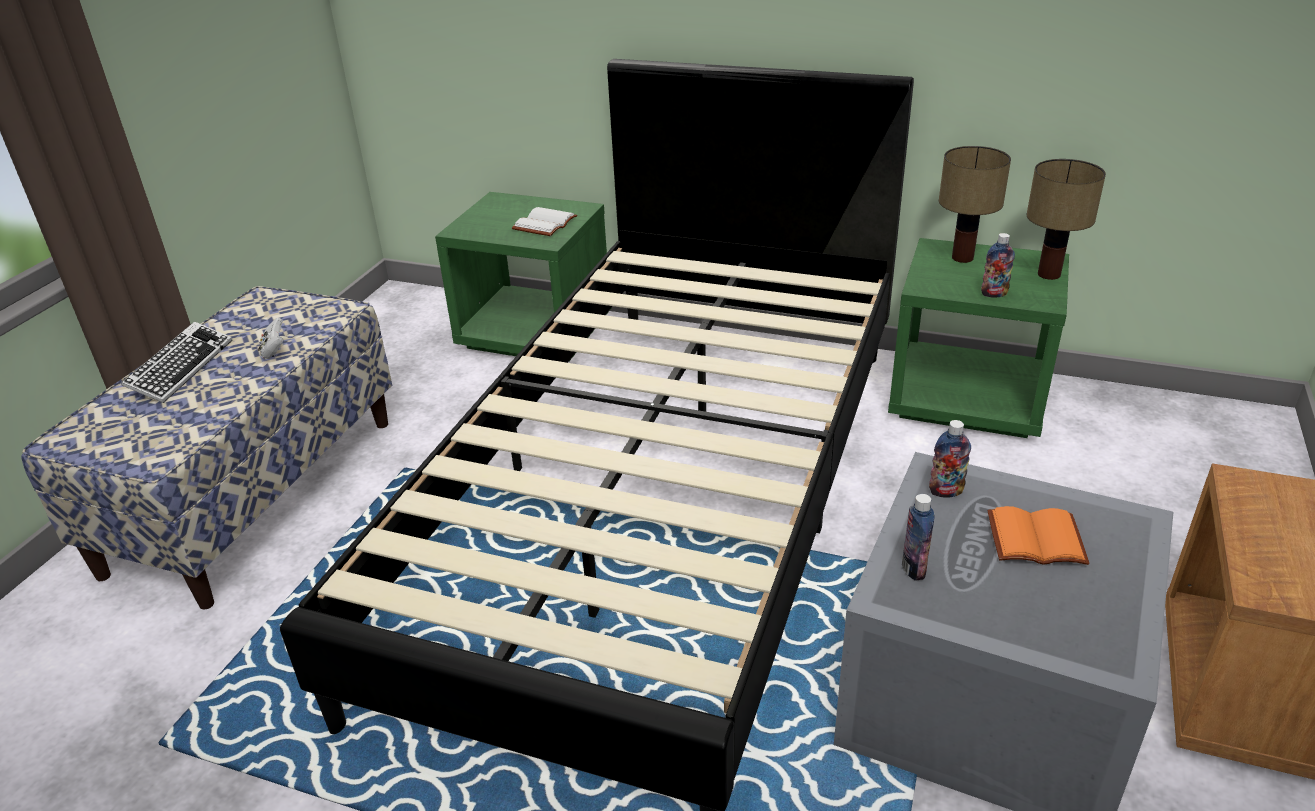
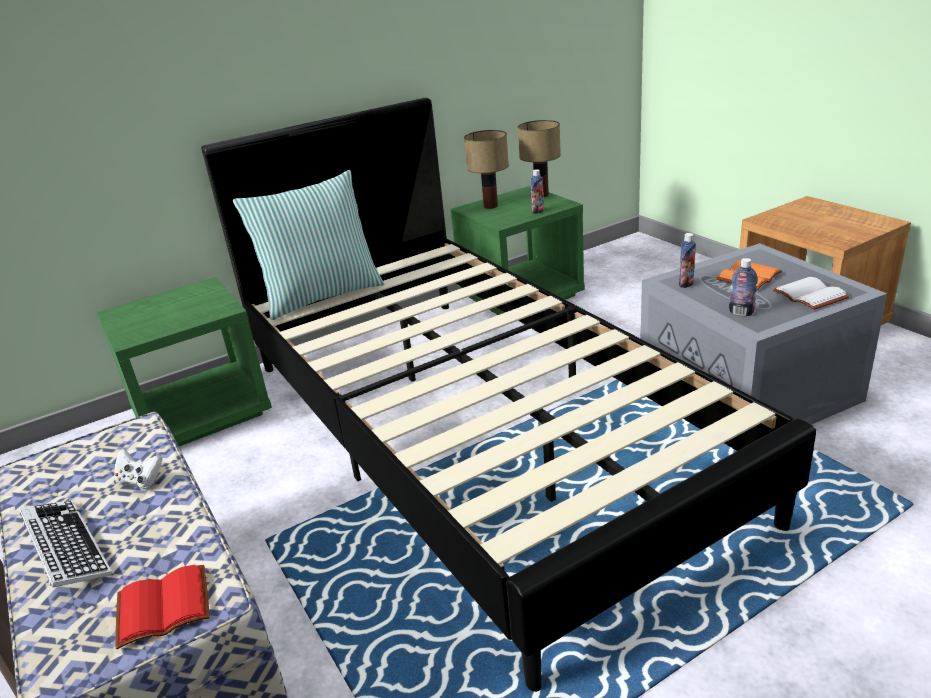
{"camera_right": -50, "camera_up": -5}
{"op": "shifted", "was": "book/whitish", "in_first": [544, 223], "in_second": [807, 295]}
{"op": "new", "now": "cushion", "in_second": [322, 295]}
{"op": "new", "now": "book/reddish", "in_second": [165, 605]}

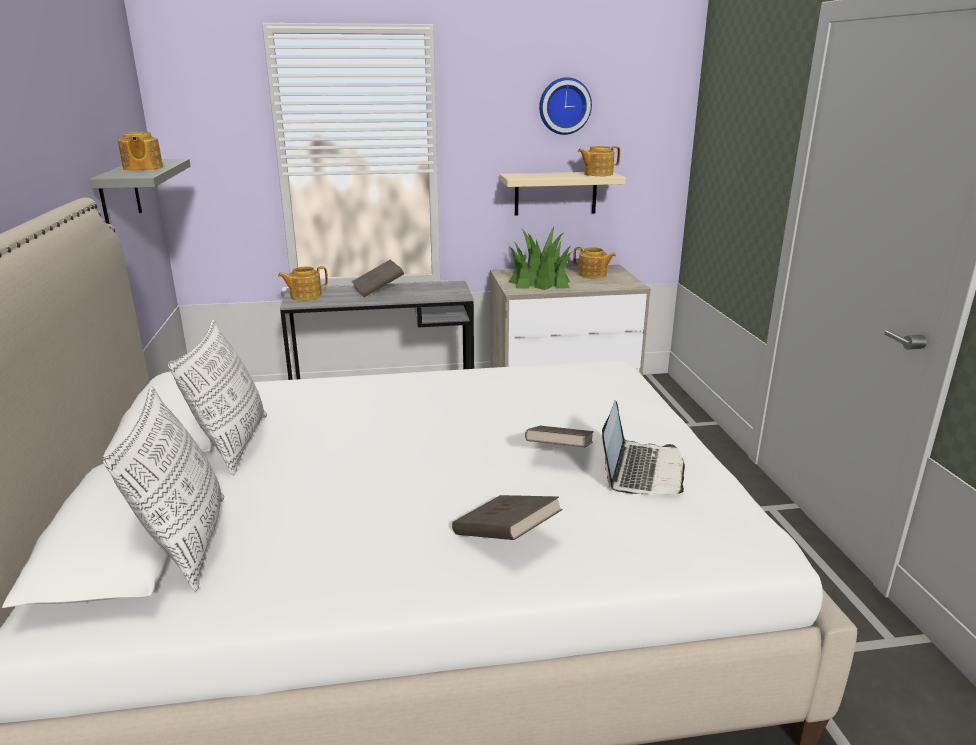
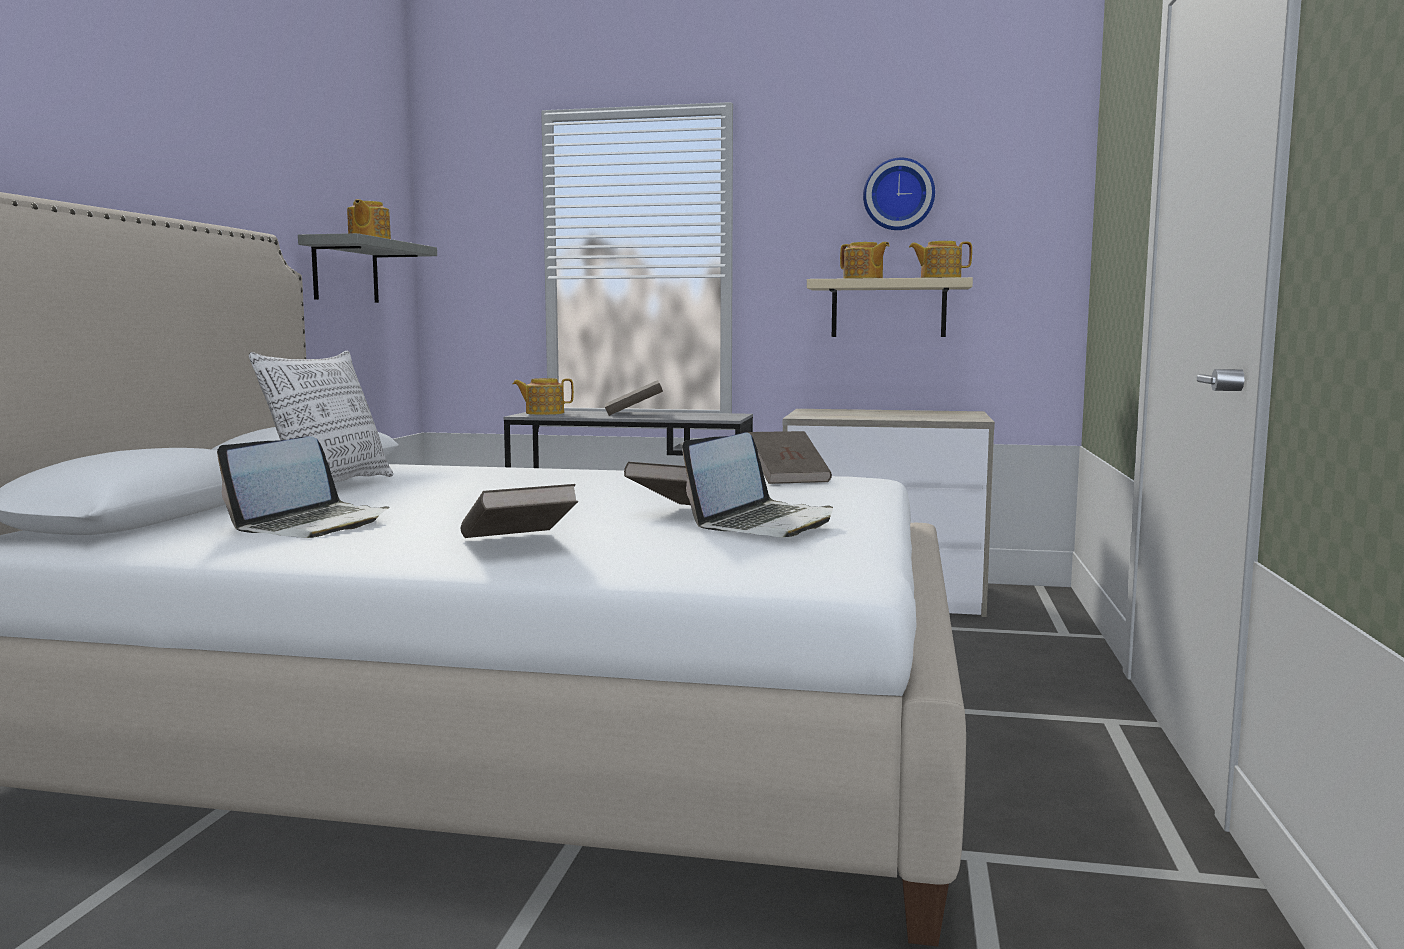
{"camera_right": 20, "camera_up": -15}
{"op": "gone", "was": "houseplant", "in_first": [540, 281]}
{"op": "shifted", "was": "pot for tea", "in_first": [592, 275], "in_second": [863, 279]}
{"op": "gone", "was": "cushion", "in_first": [187, 544]}
{"op": "new", "now": "book/brownish", "in_second": [788, 478]}
{"op": "new", "now": "notebook computer", "in_second": [313, 524]}

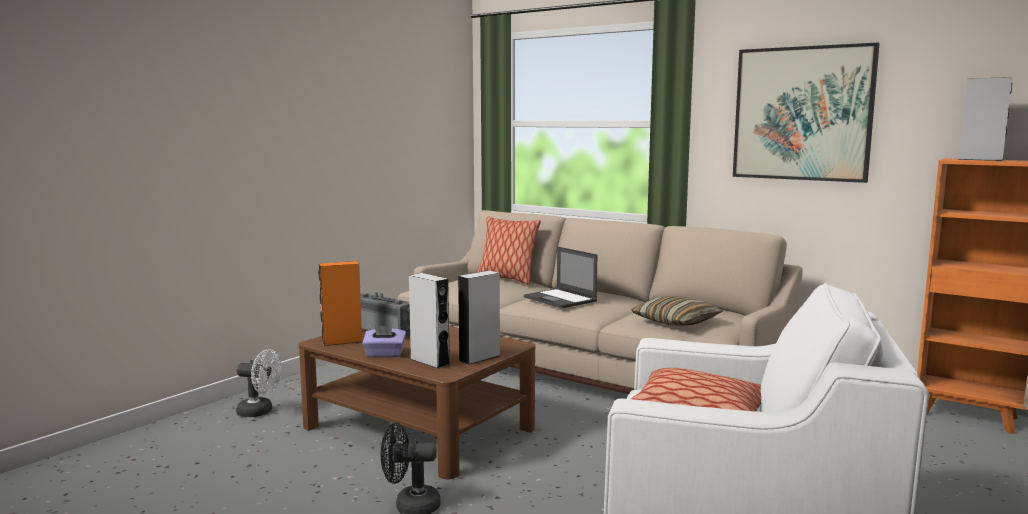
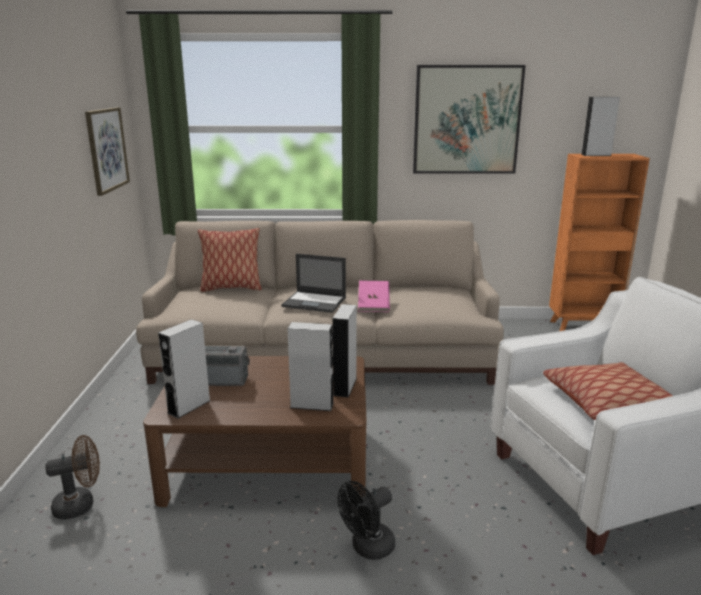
{"camera_right": -35, "camera_up": 10}
{"op": "repainted", "was": "loudspeaker/orangey", "now": "loudspeaker/greyish", "in_first": [342, 342], "in_second": [189, 406]}
{"op": "gone", "was": "cushion", "in_first": [676, 322]}
{"op": "gone", "was": "tissue box/purple", "in_first": [384, 355]}
{"op": "repainted", "was": "fan/whitish", "now": "fan/brownish", "in_first": [260, 412], "in_second": [81, 505]}
{"op": "new", "now": "wall picture", "in_second": [107, 149]}
{"op": "new", "now": "book/pink", "in_second": [373, 306]}

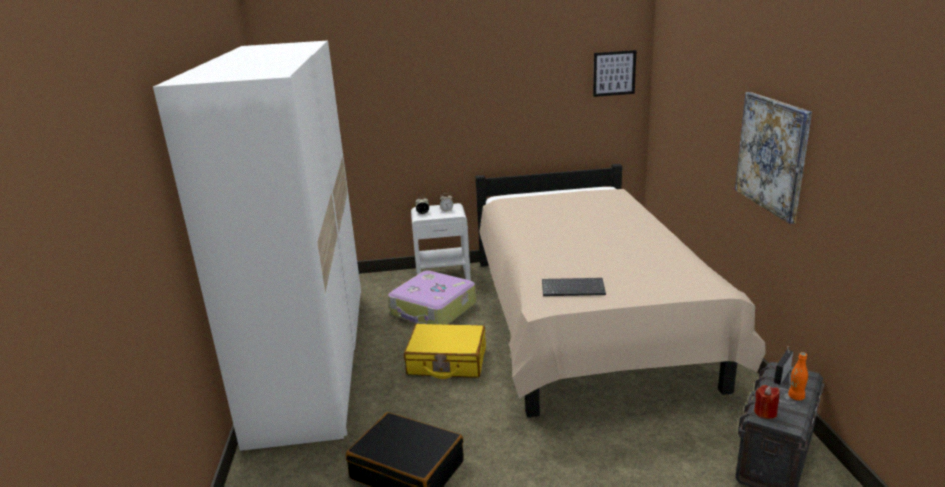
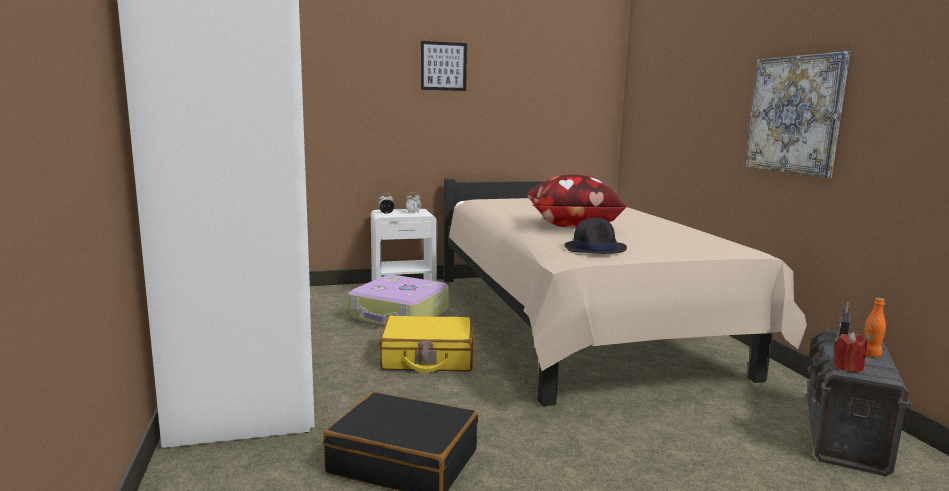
{"camera_right": -10, "camera_up": -10}
{"op": "shifted", "was": "wall picture", "in_first": [614, 73], "in_second": [443, 66]}
{"op": "swapped", "was": "computer keyboard", "now": "clothing hat/blackish", "in_first": [573, 288], "in_second": [595, 248]}
{"op": "new", "now": "cushion", "in_second": [571, 225]}

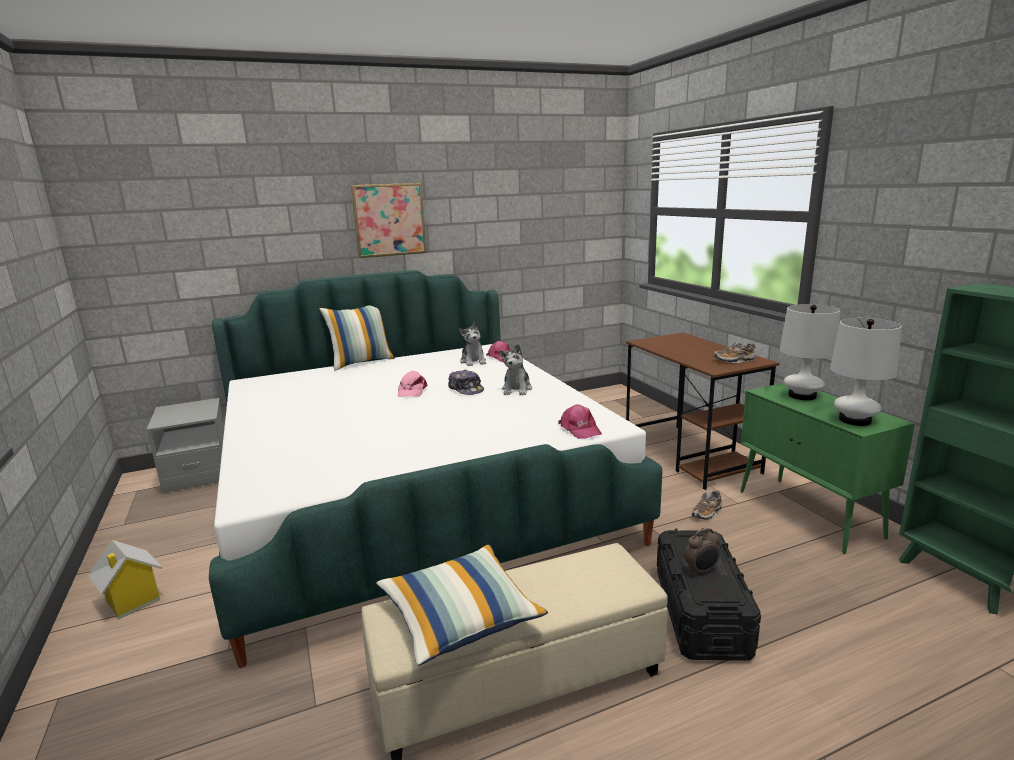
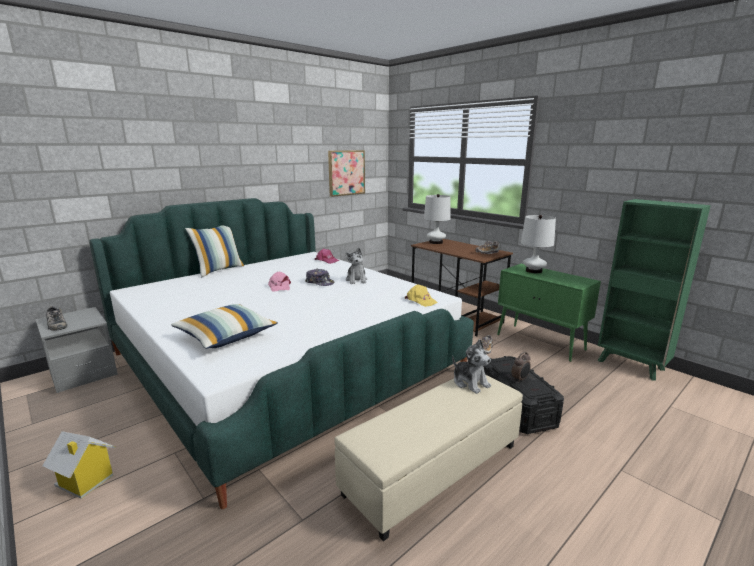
{"camera_right": -20, "camera_up": 0}
{"op": "shifted", "was": "wall picture", "in_first": [389, 220], "in_second": [346, 173]}
{"op": "shifted", "was": "tabletop lamp/whitish", "in_first": [854, 420], "in_second": [436, 242]}
{"op": "shifted", "was": "plush toy", "in_first": [473, 361], "in_second": [470, 383]}
{"op": "repainted", "was": "peaked cap/pink", "now": "peaked cap/yellow-coloured", "in_first": [579, 429], "in_second": [421, 301]}
{"op": "shifted", "was": "cushion", "in_first": [460, 617], "in_second": [226, 336]}
{"op": "new", "now": "shoe", "in_second": [56, 324]}

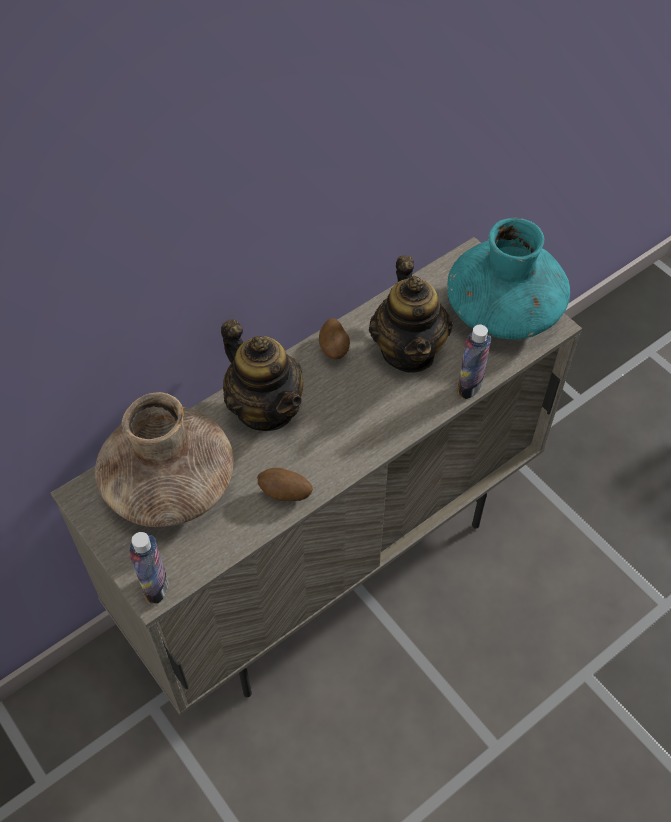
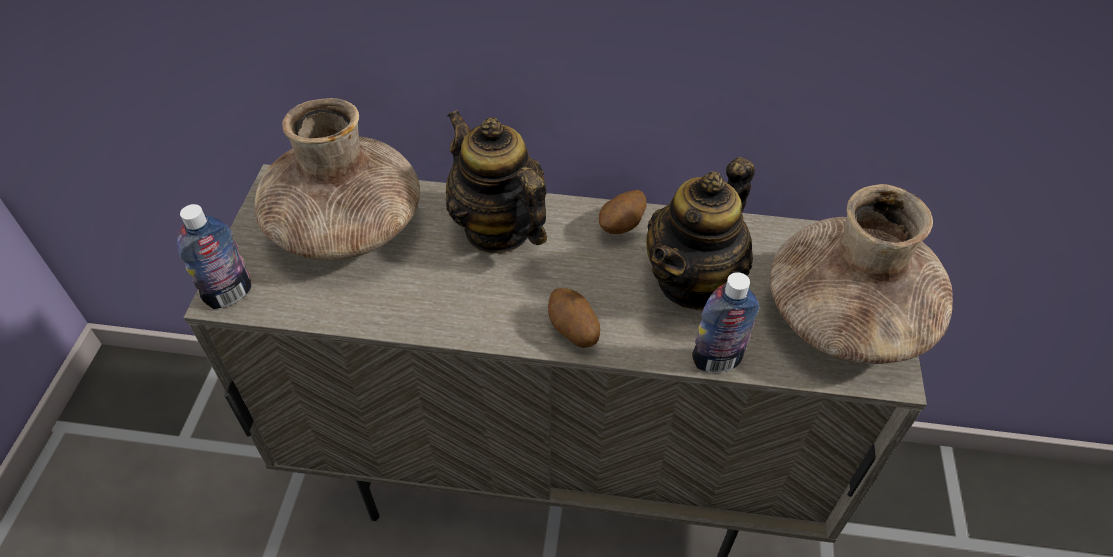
{"camera_right": 45, "camera_up": -5}
{"op": "repainted", "was": "flower vase/blue-green", "now": "flower vase/brownish", "in_first": [503, 311], "in_second": [846, 318]}
{"op": "rotated", "was": "pot for tea", "in_first": [266, 408], "in_second": [498, 229], "clockwise": 135}
{"op": "shifted", "was": "spud", "in_first": [285, 494], "in_second": [573, 331]}

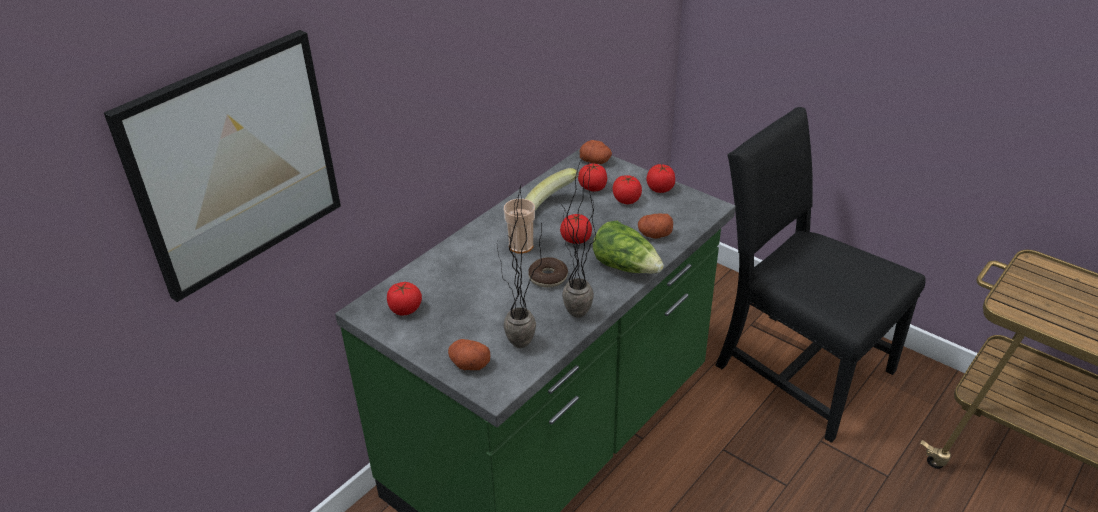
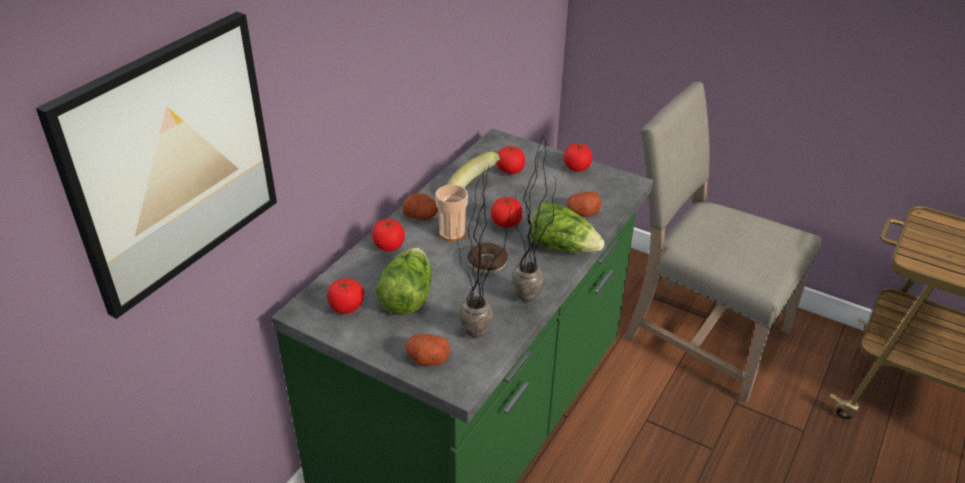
{"camera_right": -10, "camera_up": 0}
{"op": "repainted", "was": "plain chair/blackish", "now": "plain chair/sand-coloured", "in_first": [797, 368], "in_second": [700, 334]}
{"op": "shifted", "was": "spud", "in_first": [596, 161], "in_second": [421, 216]}
{"op": "shifted", "was": "whole tomato", "in_first": [626, 200], "in_second": [389, 246]}
{"op": "new", "now": "head of lettuce", "in_second": [406, 296]}

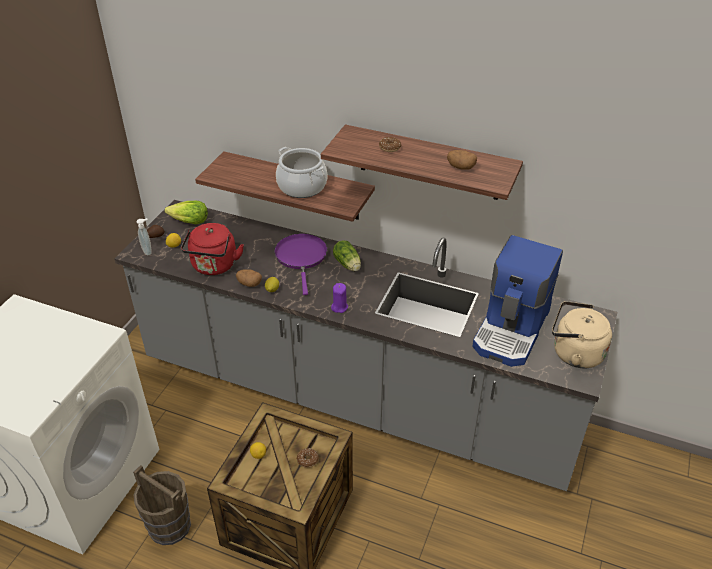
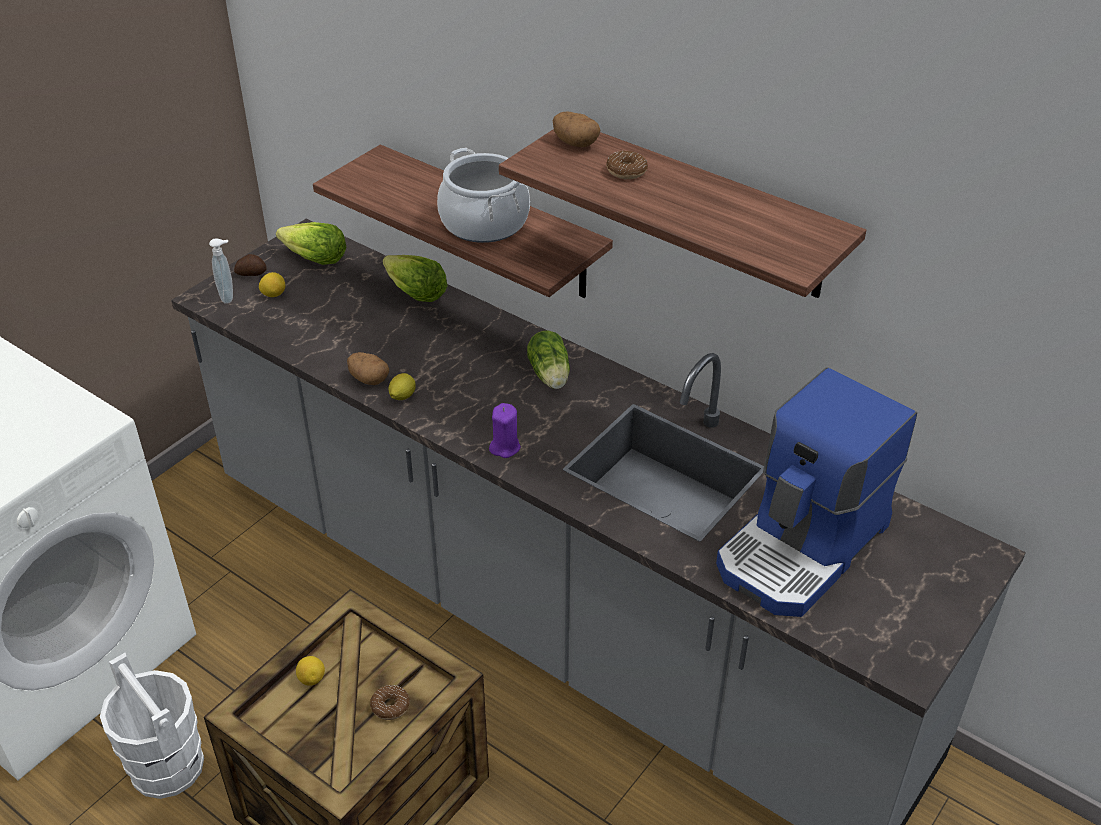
{"camera_right": 15, "camera_up": 0}
{"op": "shifted", "was": "spud", "in_first": [460, 167], "in_second": [575, 143]}
{"op": "gone", "was": "kettle/reddish", "in_first": [214, 266]}
{"op": "gone", "was": "skillet/purple", "in_first": [301, 257]}
{"op": "gone", "was": "kettle/sand-coloured", "in_first": [574, 353]}
{"op": "repainted", "was": "bucket/brownish", "now": "bucket/whitish", "in_first": [169, 525], "in_second": [167, 766]}
{"op": "new", "now": "head of lettuce", "in_second": [415, 293]}

